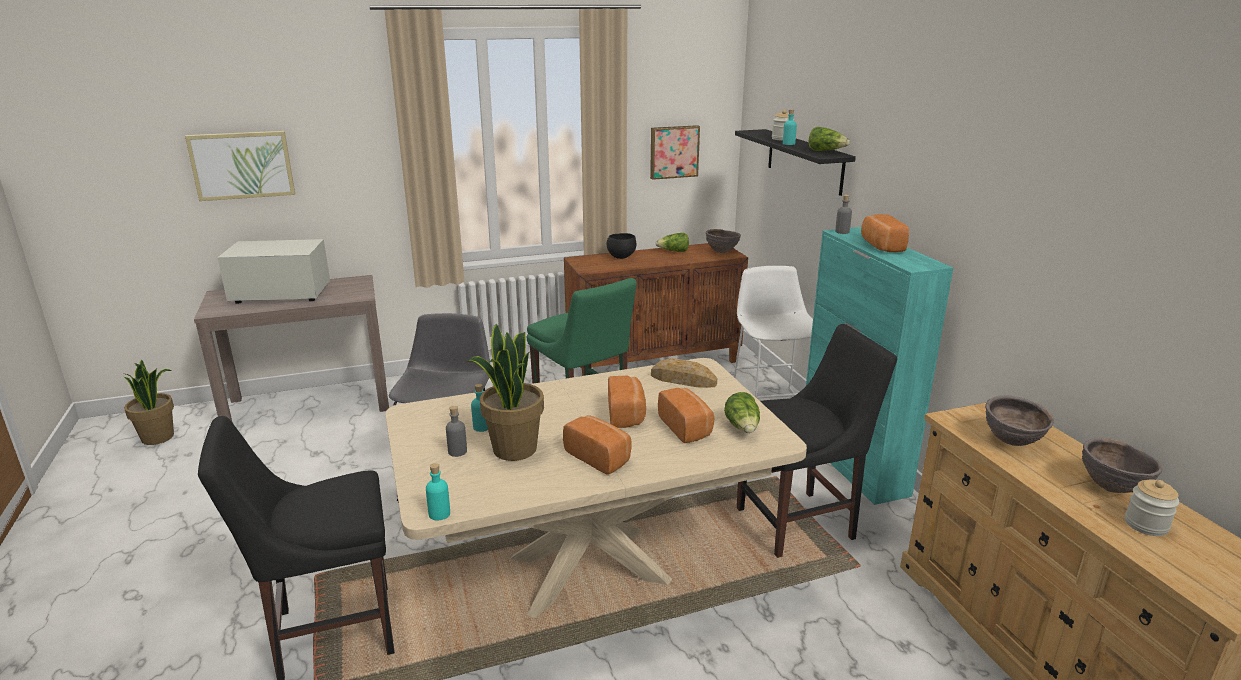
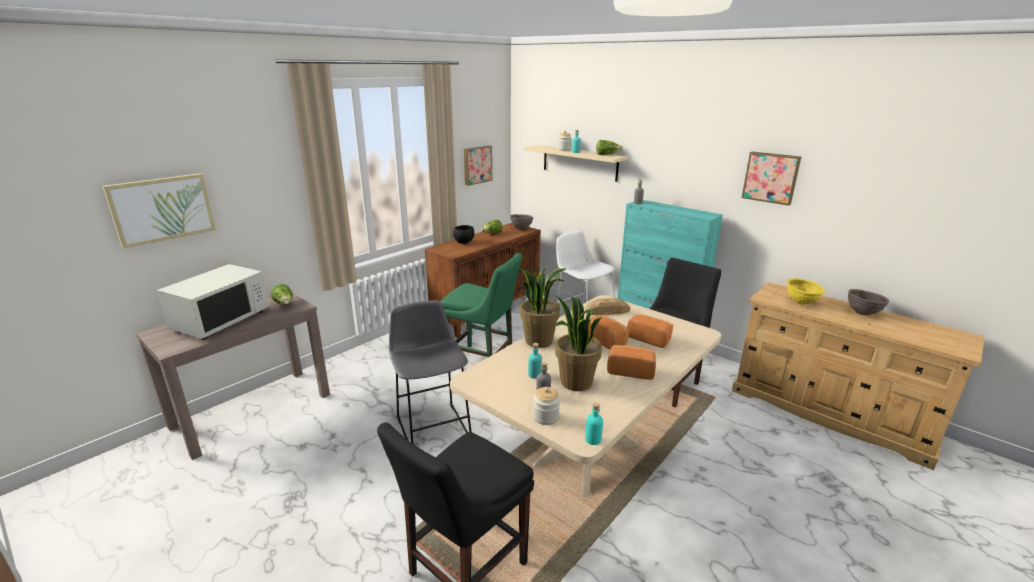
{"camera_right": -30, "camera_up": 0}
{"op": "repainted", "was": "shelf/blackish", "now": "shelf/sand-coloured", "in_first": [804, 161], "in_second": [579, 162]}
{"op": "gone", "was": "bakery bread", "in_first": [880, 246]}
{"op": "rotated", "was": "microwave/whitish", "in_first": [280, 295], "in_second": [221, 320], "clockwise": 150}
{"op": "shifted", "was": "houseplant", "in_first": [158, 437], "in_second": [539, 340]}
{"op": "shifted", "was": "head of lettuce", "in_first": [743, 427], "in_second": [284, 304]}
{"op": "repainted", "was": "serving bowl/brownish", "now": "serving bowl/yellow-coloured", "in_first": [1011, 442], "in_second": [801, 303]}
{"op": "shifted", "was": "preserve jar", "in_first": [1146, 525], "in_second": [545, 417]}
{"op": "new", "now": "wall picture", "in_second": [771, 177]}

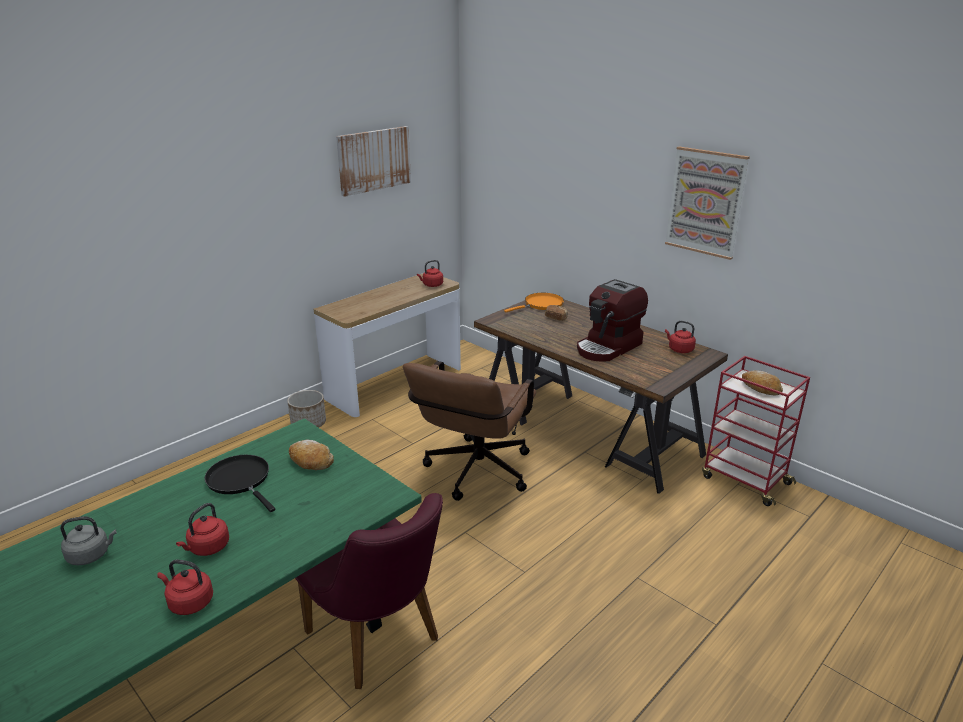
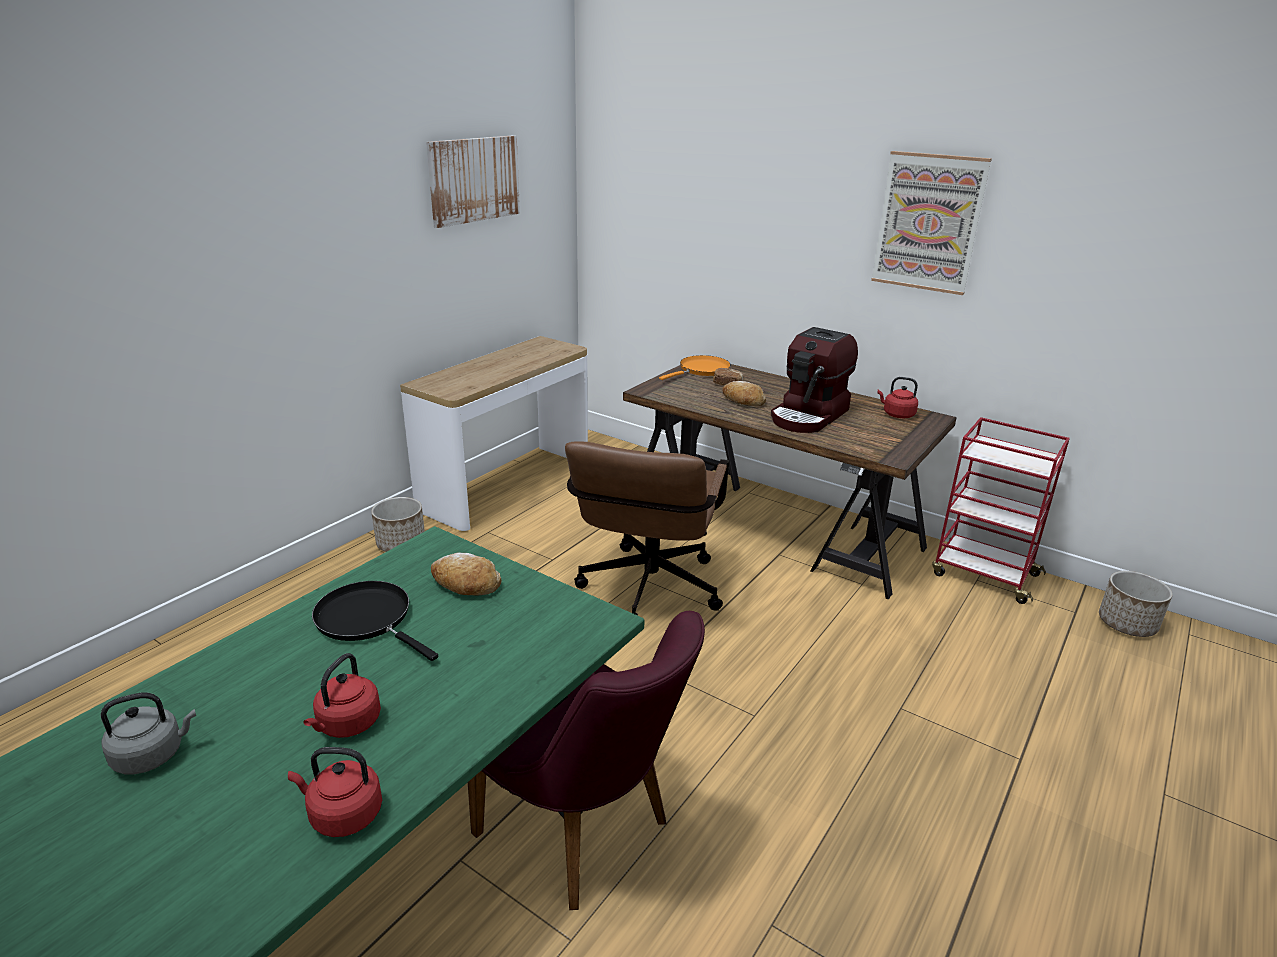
{"camera_right": -10, "camera_up": 0}
{"op": "gone", "was": "kettle/reddish", "in_first": [431, 285]}
{"op": "shifted", "was": "bakery bread", "in_first": [760, 388], "in_second": [742, 401]}
{"op": "new", "now": "planter", "in_second": [1127, 624]}

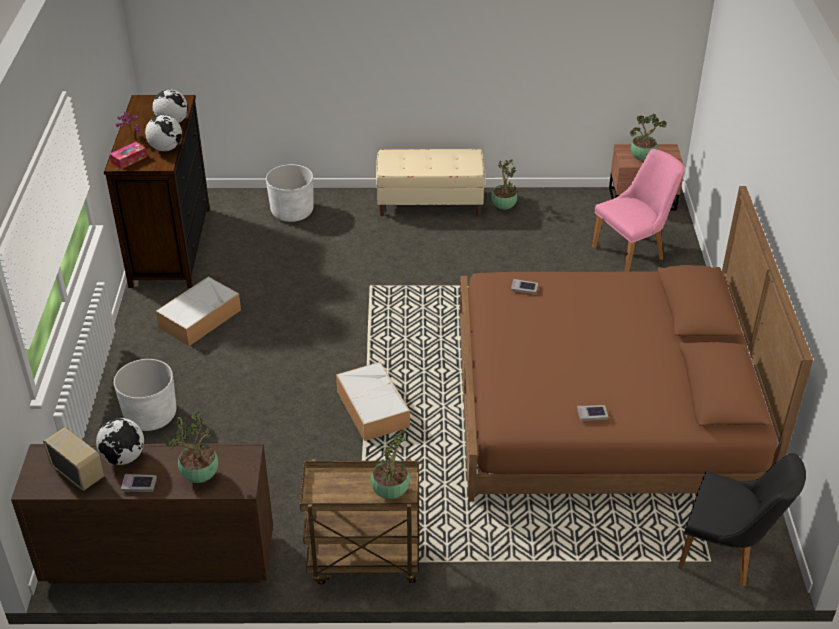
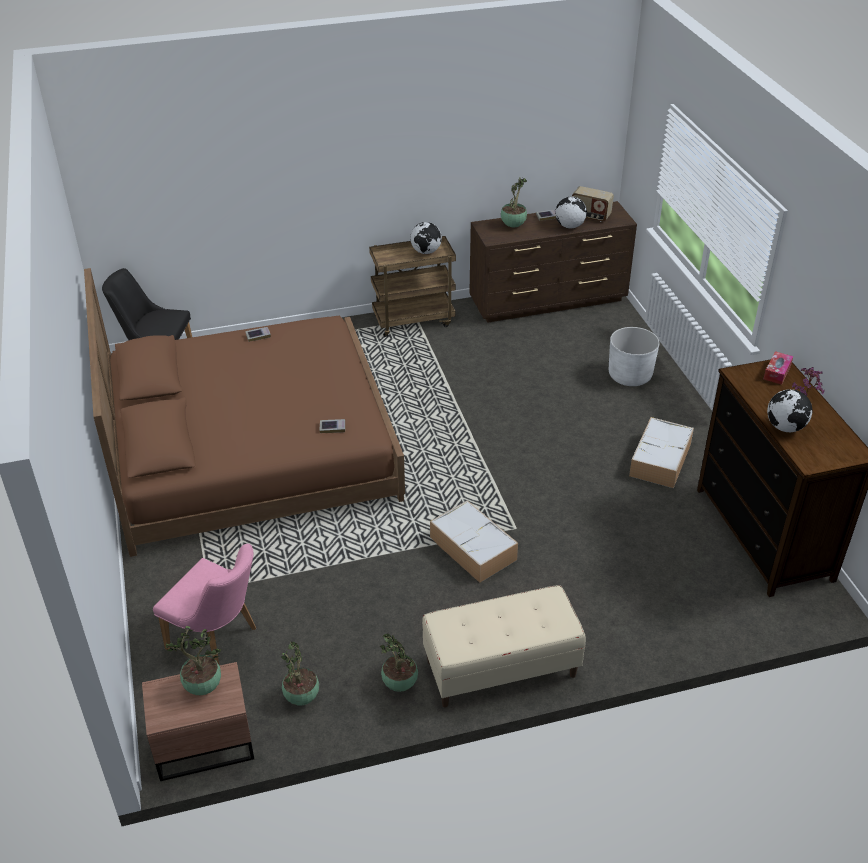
{"camera_right": 165, "camera_up": 0}
{"op": "shifted", "was": "globe", "in_first": [166, 148], "in_second": [426, 252]}
{"op": "rotated", "was": "plain chair/pink", "in_first": [634, 251], "in_second": [219, 640], "clockwise": -105}
{"op": "gone", "was": "planter/whitish", "in_first": [292, 212]}
{"op": "shifted", "was": "storage container", "in_first": [372, 408], "in_second": [474, 549]}
{"op": "shifted", "was": "houseplant", "in_first": [391, 491], "in_second": [301, 698]}

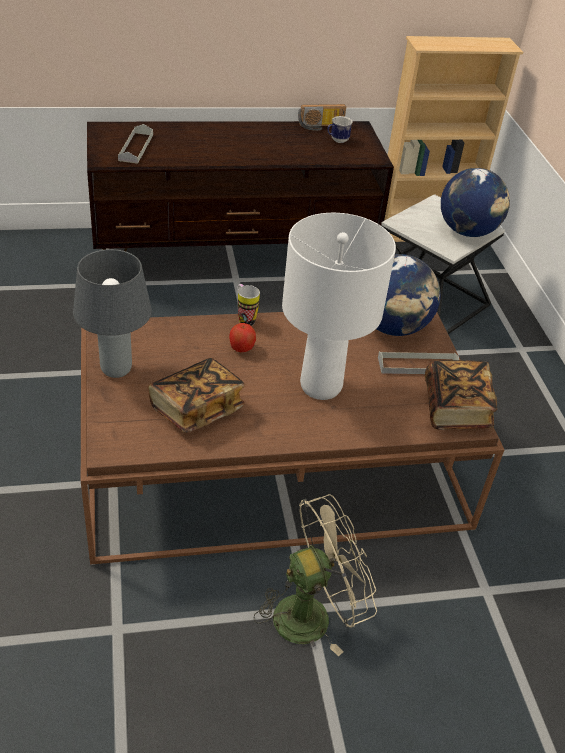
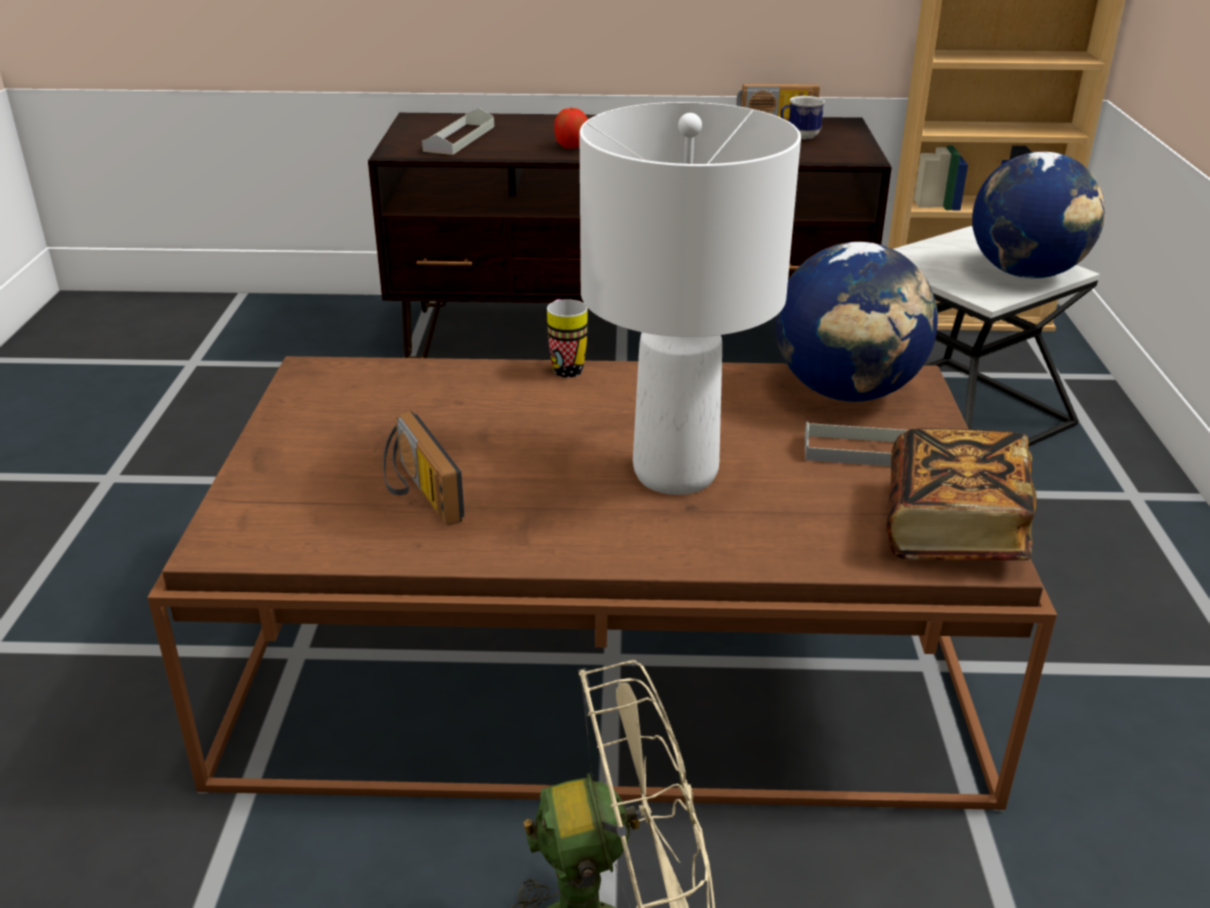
{"camera_right": 15, "camera_up": -10}
{"op": "gone", "was": "tabletop lamp/greyish", "in_first": [117, 370]}
{"op": "shifted", "was": "apple", "in_first": [241, 348], "in_second": [571, 146]}
{"op": "swapped", "was": "book", "now": "radio", "in_first": [196, 409], "in_second": [417, 492]}

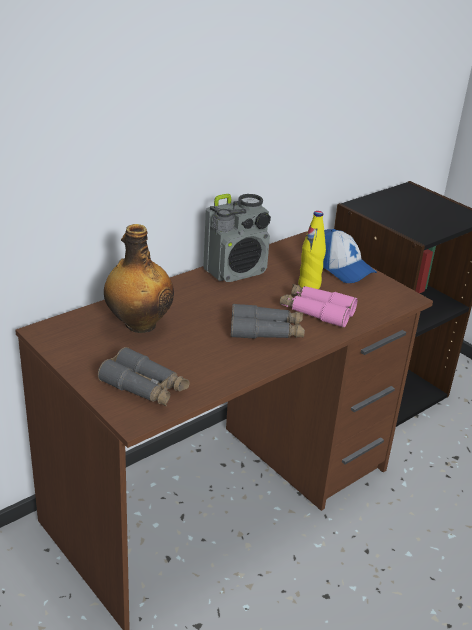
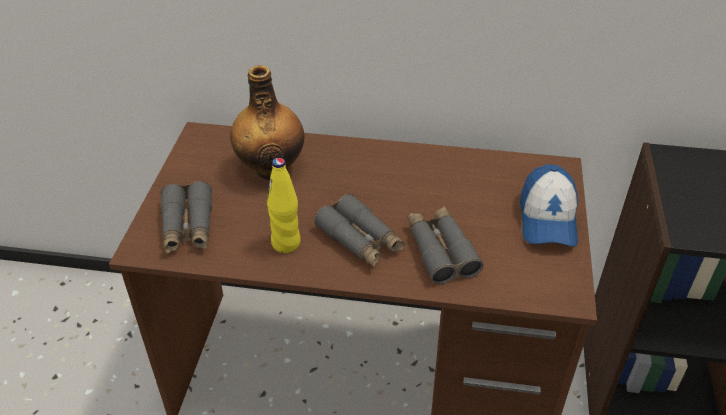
{"camera_right": 50, "camera_up": 10}
{"op": "gone", "was": "radio", "in_first": [236, 271]}
{"op": "shifted", "was": "beverage bottle/yellow-coloured", "in_first": [309, 286], "in_second": [286, 243]}
{"op": "repainted", "was": "binoculars/pink", "now": "binoculars/greyish", "in_first": [316, 311], "in_second": [440, 250]}

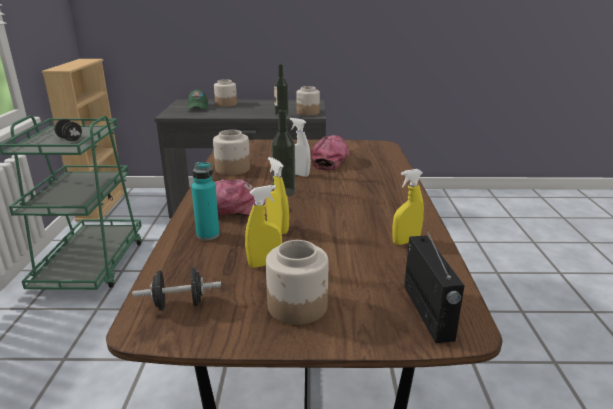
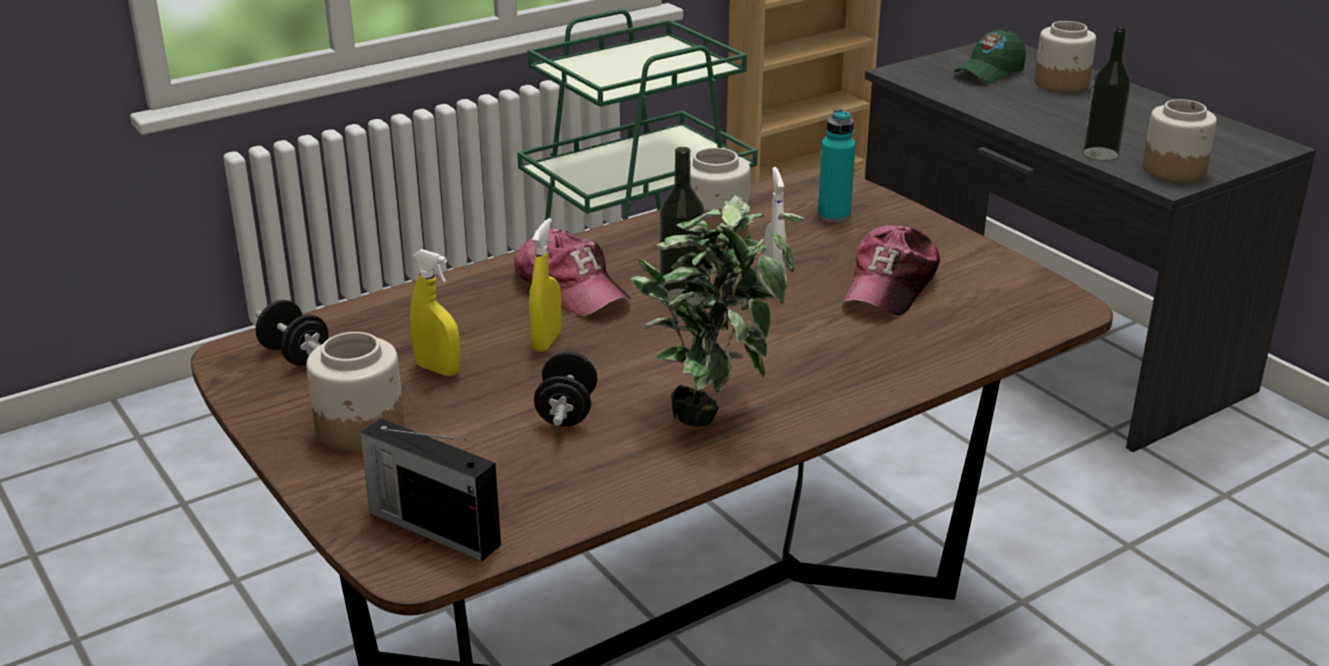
{"camera_right": 55, "camera_up": 5}
{"op": "shifted", "was": "hand weight/blackish", "in_first": [70, 139], "in_second": [566, 412]}
{"op": "rotated", "was": "peaked cap", "in_first": [330, 159], "in_second": [890, 286], "clockwise": 135}
{"op": "shifted", "was": "beverage bottle/blue-green", "in_first": [208, 235], "in_second": [834, 216]}
{"op": "gone", "was": "spray bottle/yellow-coloured", "in_first": [406, 241]}
{"op": "rotated", "was": "radio", "in_first": [427, 313], "in_second": [432, 527], "clockwise": 75}
{"op": "new", "now": "houseplant", "in_second": [714, 410]}

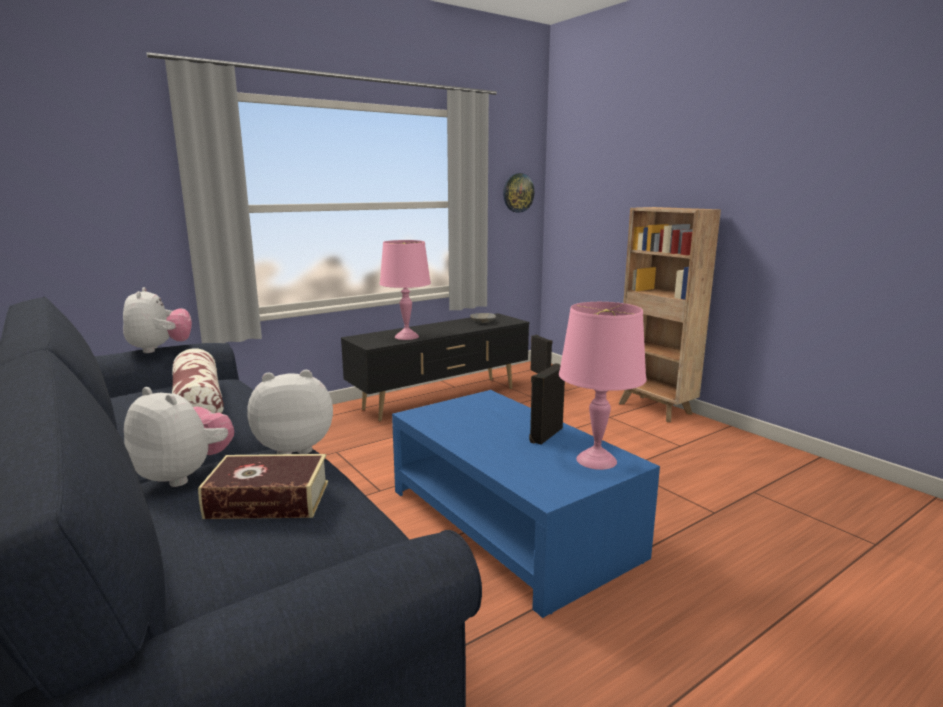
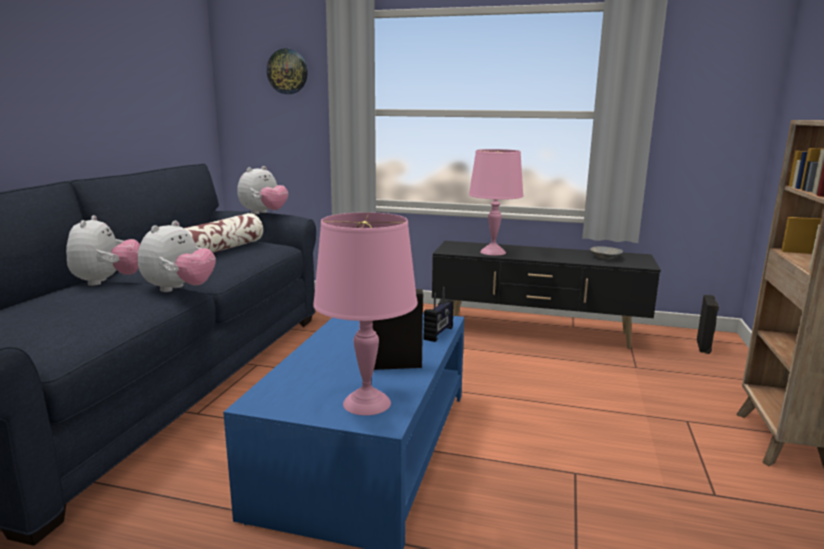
{"camera_right": 50, "camera_up": 0}
{"op": "shifted", "was": "clock on the wall", "in_first": [518, 193], "in_second": [287, 71]}
{"op": "rotated", "was": "plush toy", "in_first": [294, 447], "in_second": [179, 290], "clockwise": 75}
{"op": "gone", "was": "book", "in_first": [268, 500]}
{"op": "new", "now": "radio", "in_second": [439, 333]}

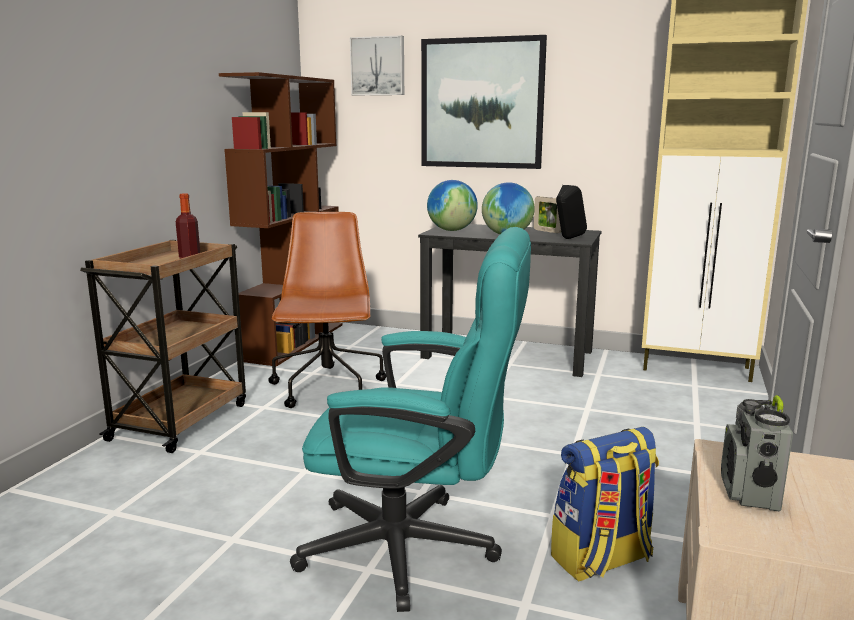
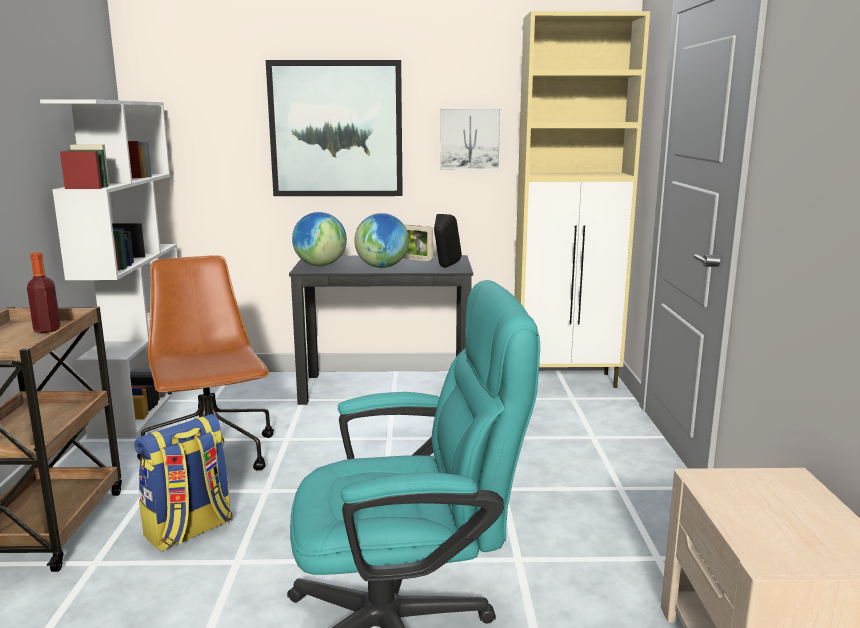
{"camera_right": -20, "camera_up": 0}
{"op": "shifted", "was": "wall picture", "in_first": [378, 66], "in_second": [470, 138]}
{"op": "repainted", "was": "bookcase/brownish", "now": "bookcase/whitish", "in_first": [295, 341], "in_second": [142, 403]}
{"op": "gone", "was": "radio", "in_first": [749, 493]}
{"op": "shifted", "was": "backpack", "in_first": [602, 560], "in_second": [189, 530]}

